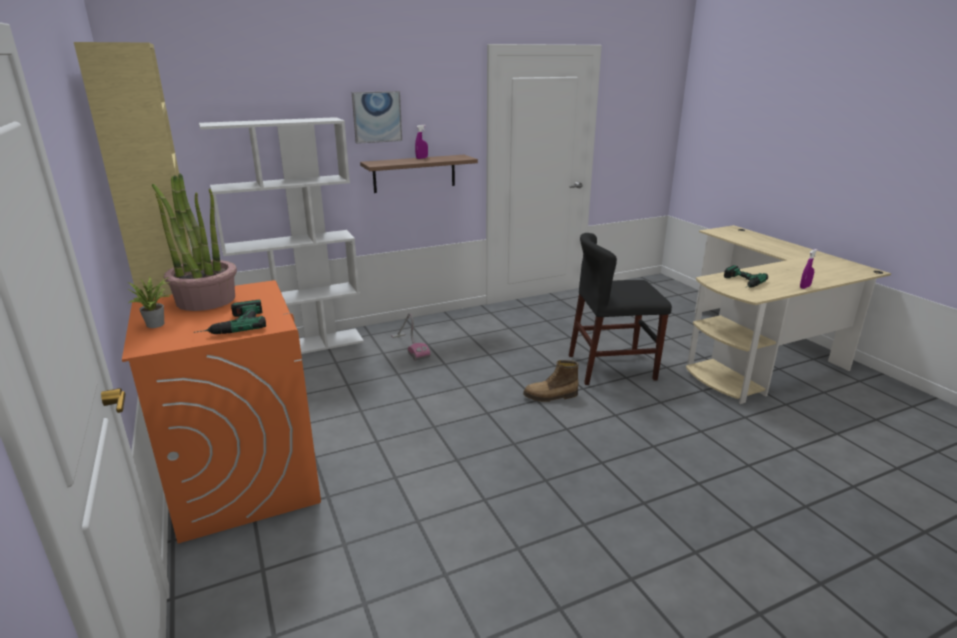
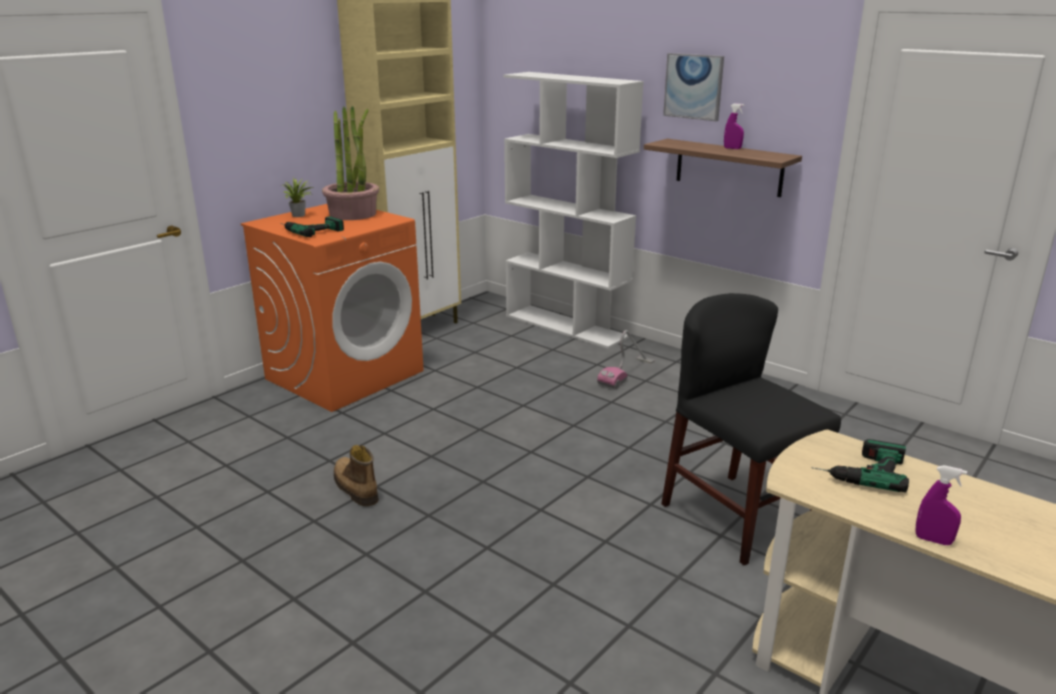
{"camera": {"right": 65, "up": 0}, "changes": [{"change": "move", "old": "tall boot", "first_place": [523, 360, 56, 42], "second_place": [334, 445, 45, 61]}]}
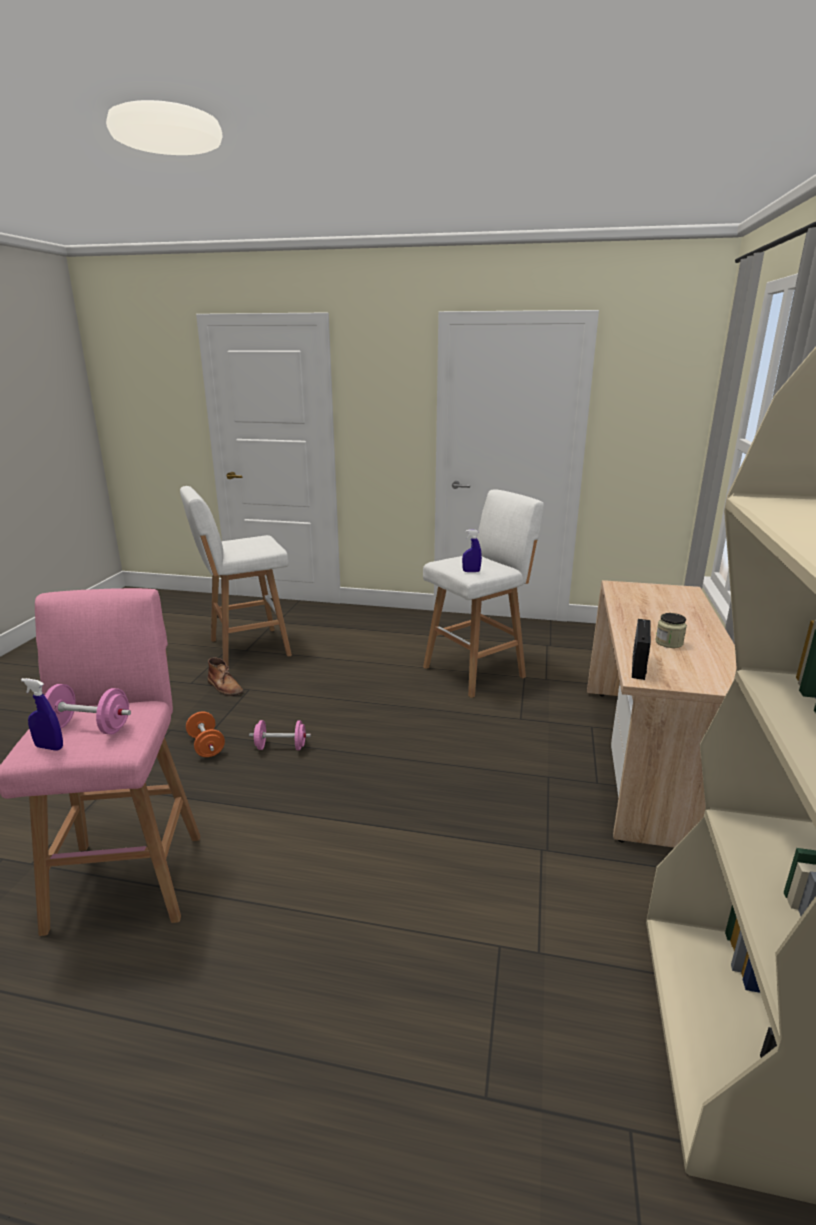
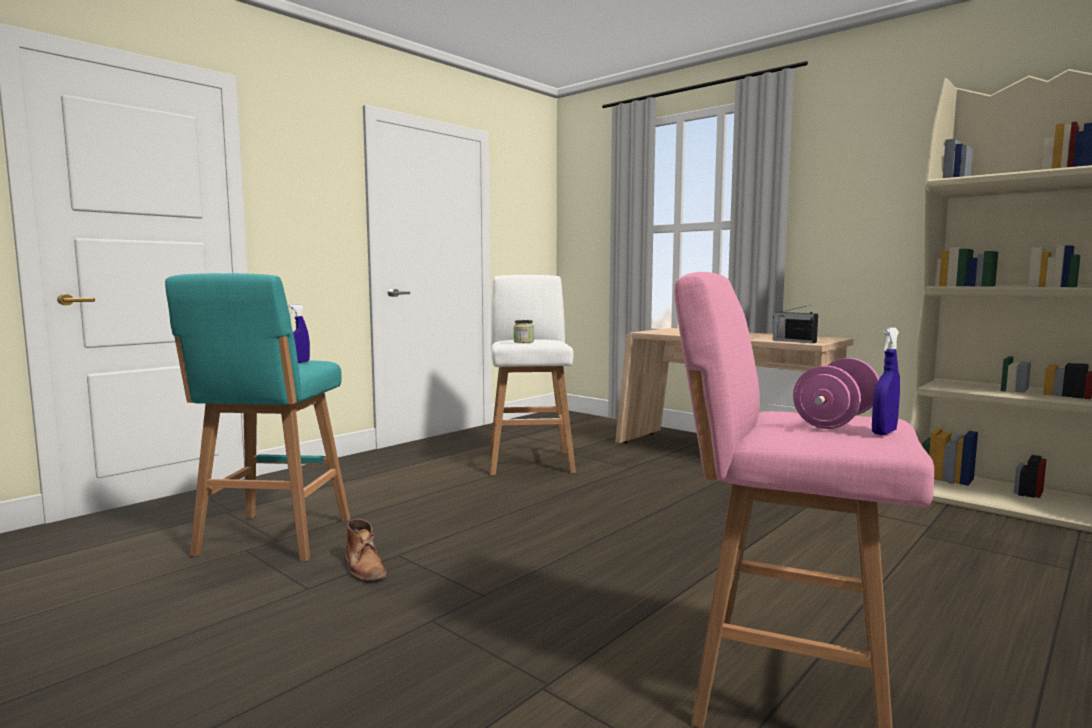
{"camera": {"right": -60, "up": -15}, "changes": [{"change": "recolor", "old": "stool/white-coloured", "new": "stool/blue-green", "first_place": [180, 486, 112, 180], "second_place": [165, 273, 185, 288]}, {"change": "delete", "old": "free weight/orange-coloured", "first_place": [186, 712, 39, 45]}, {"change": "rotate", "old": "tall boot/brown", "first_place": [207, 657, 36, 39], "second_place": [344, 519, 43, 63], "degrees": 75}, {"change": "delete", "old": "free weight/pink-coloured", "first_place": [249, 720, 62, 30]}, {"change": "move", "old": "sprayer/blue", "first_place": [462, 530, 20, 42], "second_place": [288, 305, 22, 58]}, {"change": "move", "old": "jar", "first_place": [655, 613, 32, 35], "second_place": [514, 320, 20, 23]}]}
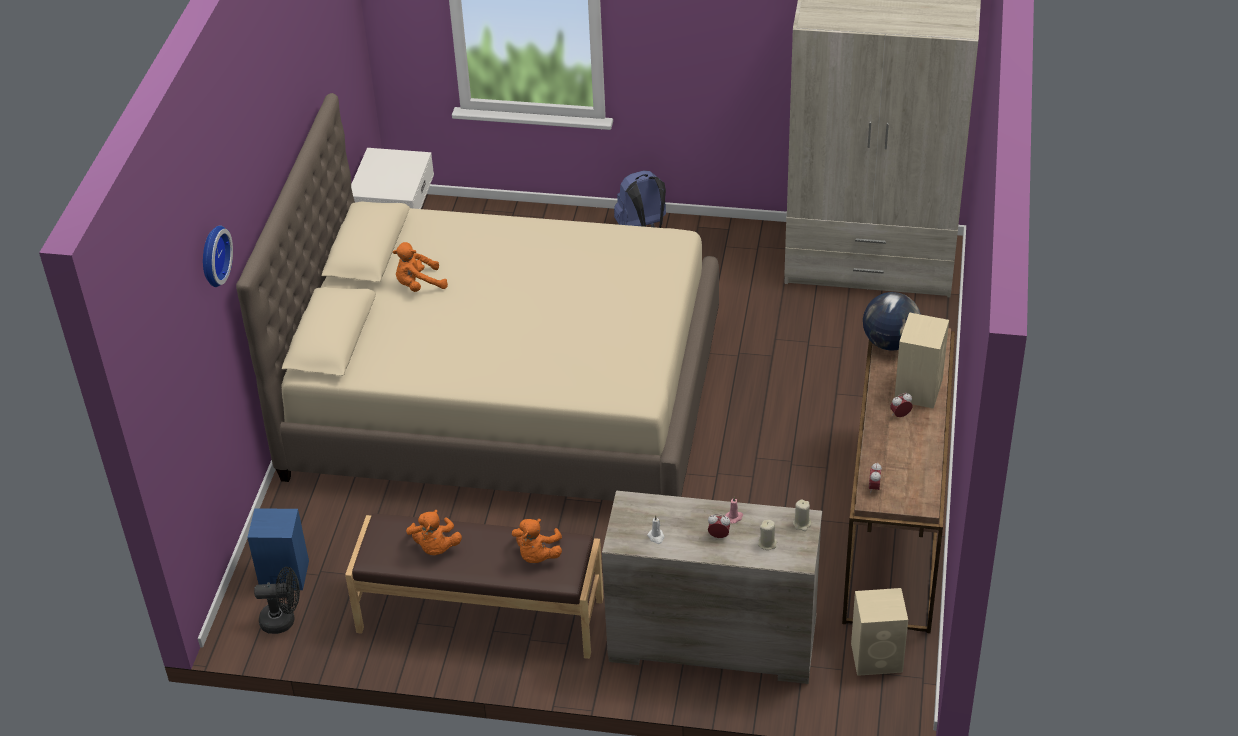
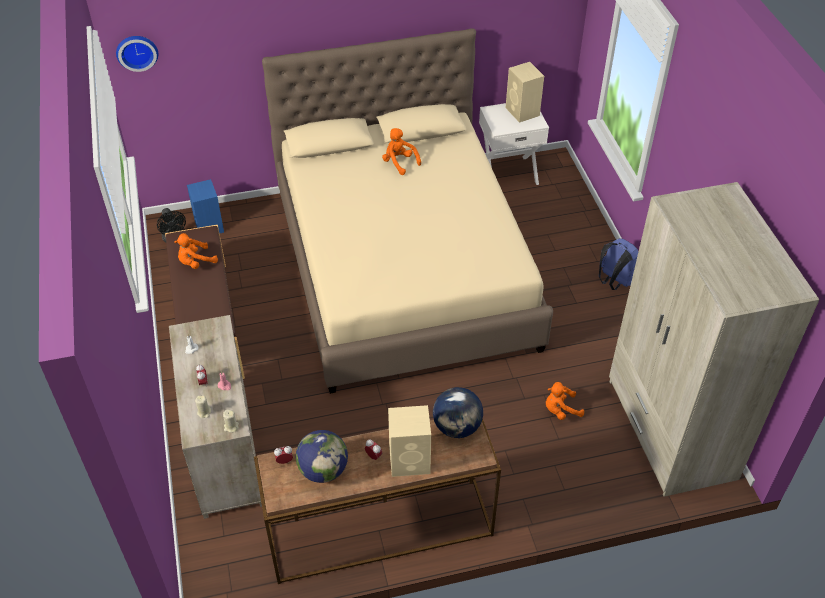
{"camera": {"right": 65, "up": 5}, "changes": [{"change": "move", "old": "clock on the wall", "first_place": [203, 225, 30, 62], "second_place": [116, 36, 42, 36]}, {"change": "move", "old": "cuddly toy/orange-coloured", "first_place": [512, 519, 50, 44], "second_place": [546, 382, 38, 38]}, {"change": "move", "old": "loudspeaker/beige", "first_place": [851, 588, 57, 88], "second_place": [506, 62, 38, 61]}, {"change": "insert", "new": "globe", "second_place": [296, 430, 52, 53]}]}
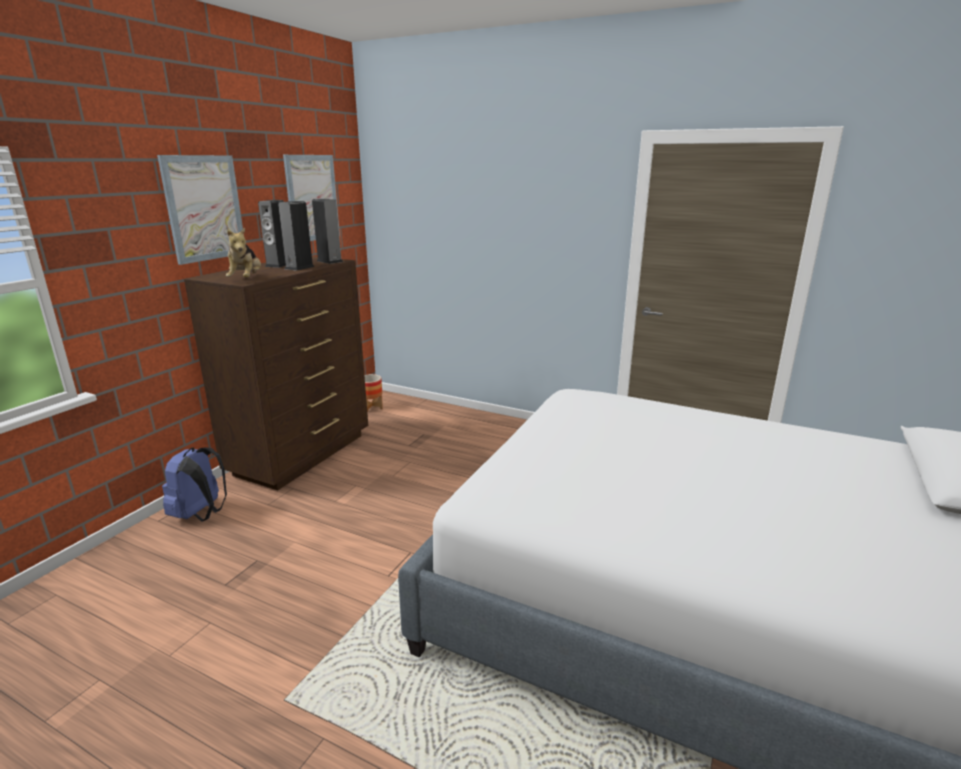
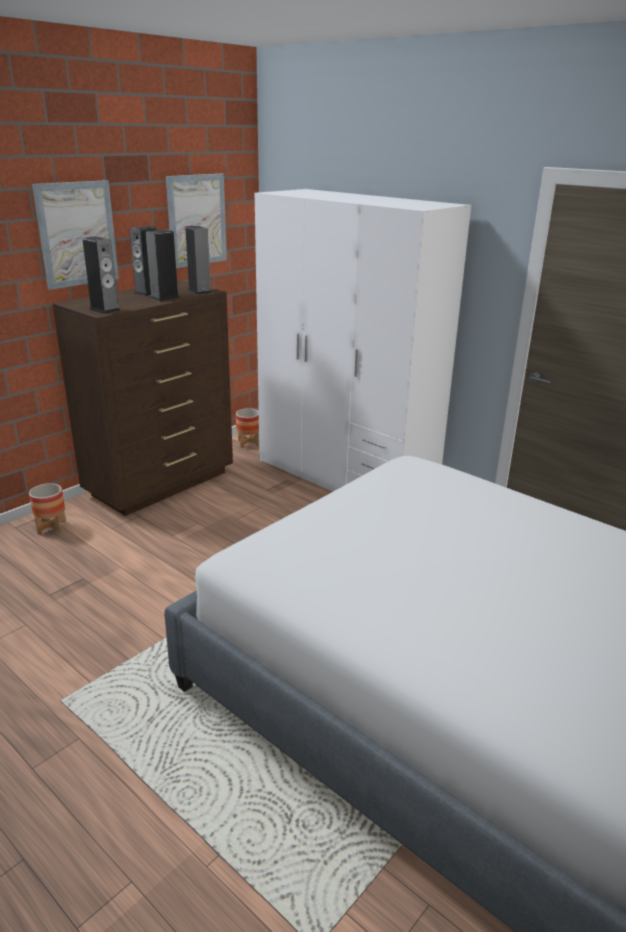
{"camera": {"right": 15, "up": 5}, "changes": [{"change": "replace", "old": "rucksack/blue", "new": "flower pot", "first_place": [162, 447, 65, 74], "second_place": [29, 483, 37, 51]}, {"change": "replace", "old": "cuddly toy", "new": "loudspeaker", "first_place": [226, 228, 35, 49], "second_place": [83, 236, 37, 78]}, {"change": "insert", "new": "wardrobe/white-coloured", "second_place": [255, 189, 216, 303]}]}
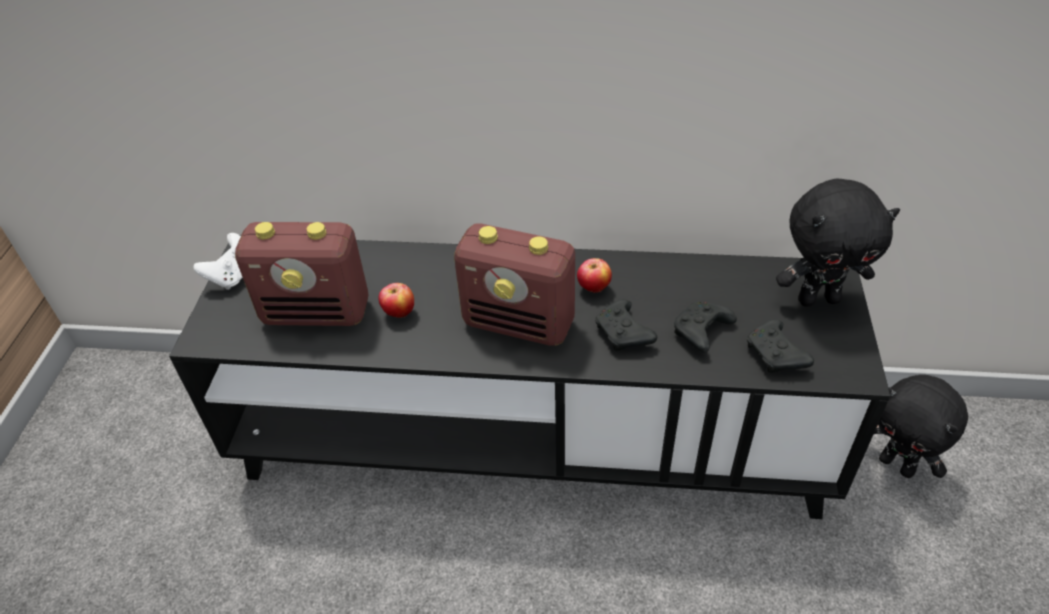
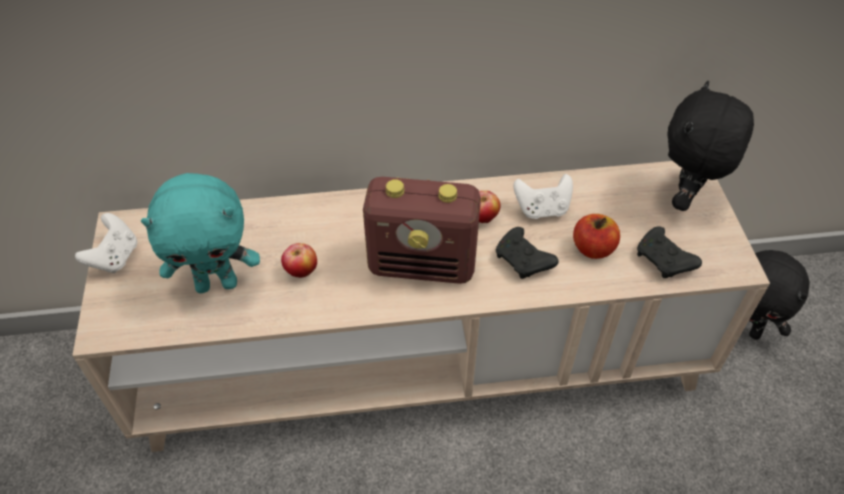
{"camera": {"right": -15, "up": 5}, "changes": [{"change": "recolor", "old": "tv stand/blackish", "new": "tv stand/beige", "first_place": [169, 235, 721, 284], "second_place": [72, 161, 698, 291]}, {"change": "replace", "old": "radio receiver", "new": "cuddly toy/blue-green", "first_place": [235, 222, 133, 104], "second_place": [141, 173, 119, 120]}, {"change": "replace", "old": "gamepad/blackish", "new": "apple", "first_place": [674, 302, 63, 51], "second_place": [573, 214, 47, 45]}, {"change": "rotate", "old": "cuddly toy/blackish", "first_place": [776, 179, 124, 127], "second_place": [668, 81, 86, 130], "degrees": 135}, {"change": "insert", "new": "gamepad/white-coloured", "second_place": [513, 174, 60, 45]}]}
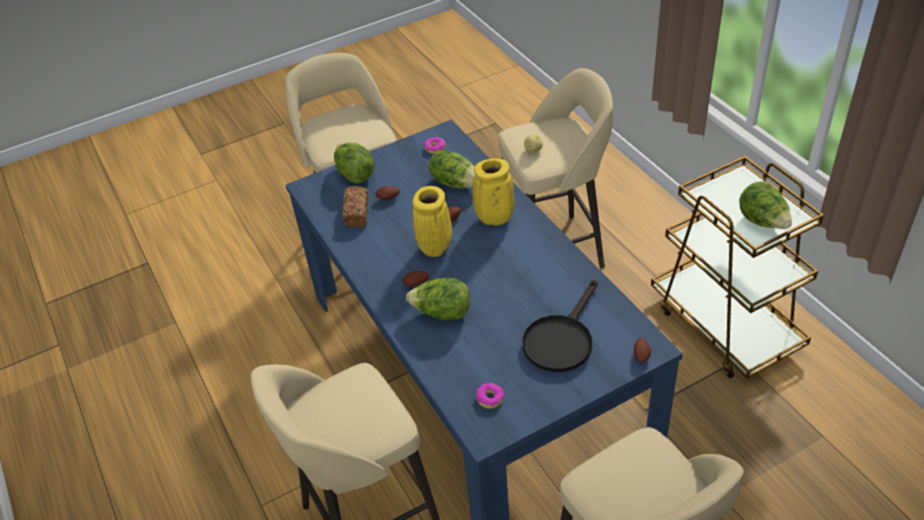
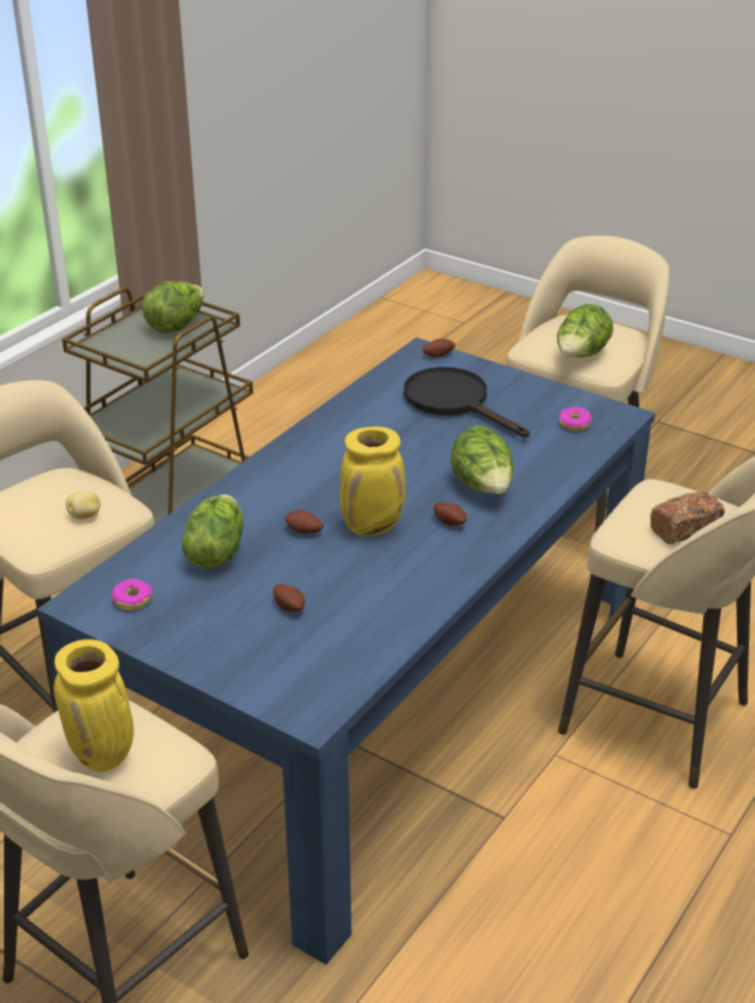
{"camera": {"right": -120, "up": -10}, "changes": [{"change": "move", "old": "head of lettuce", "first_place": [334, 143, 40, 40], "second_place": [557, 304, 56, 53]}, {"change": "move", "old": "bakery bread", "first_place": [342, 186, 26, 41], "second_place": [650, 492, 75, 52]}, {"change": "move", "old": "vase/yellow-coloured", "first_place": [472, 158, 43, 67], "second_place": [54, 639, 80, 133]}, {"change": "rotate", "old": "frying pan/blackish", "first_place": [522, 279, 76, 93], "second_place": [404, 367, 126, 71], "degrees": -135}]}
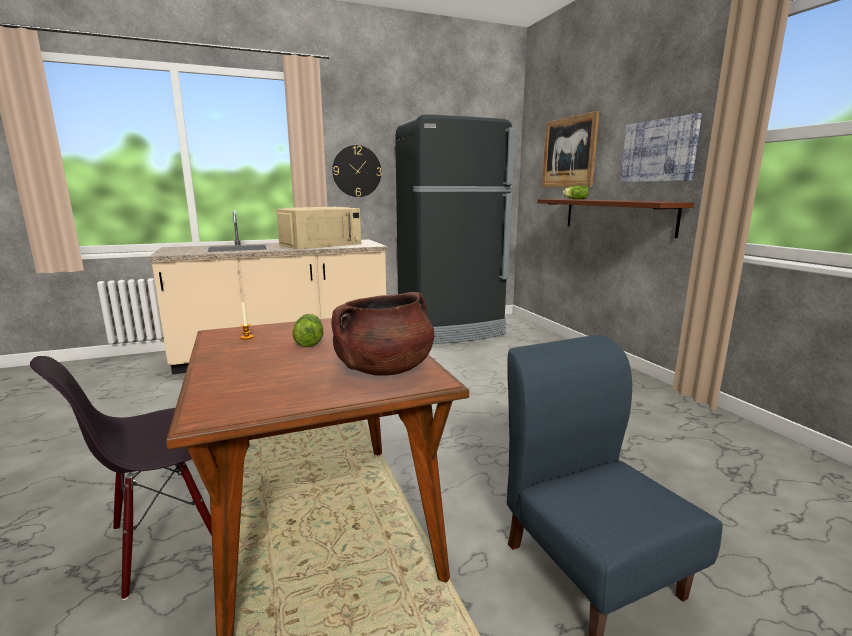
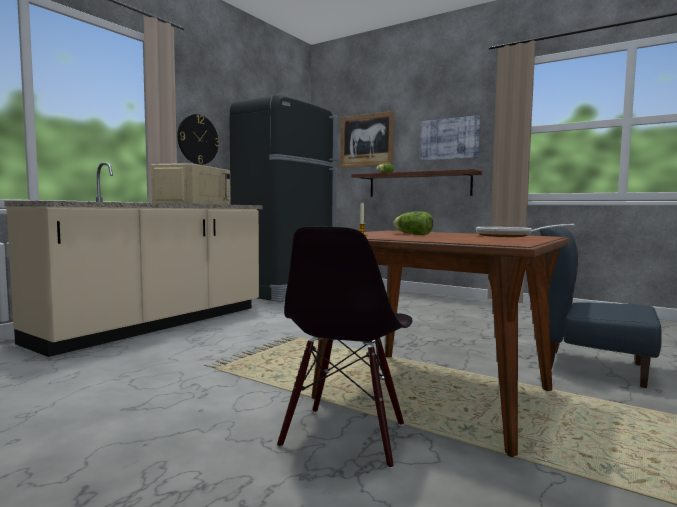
{"camera": {"right": -35, "up": -10}, "changes": [{"change": "replace", "old": "saucepot/brown", "new": "frying pan", "first_place": [331, 292, 103, 84], "second_place": [476, 224, 98, 13]}]}
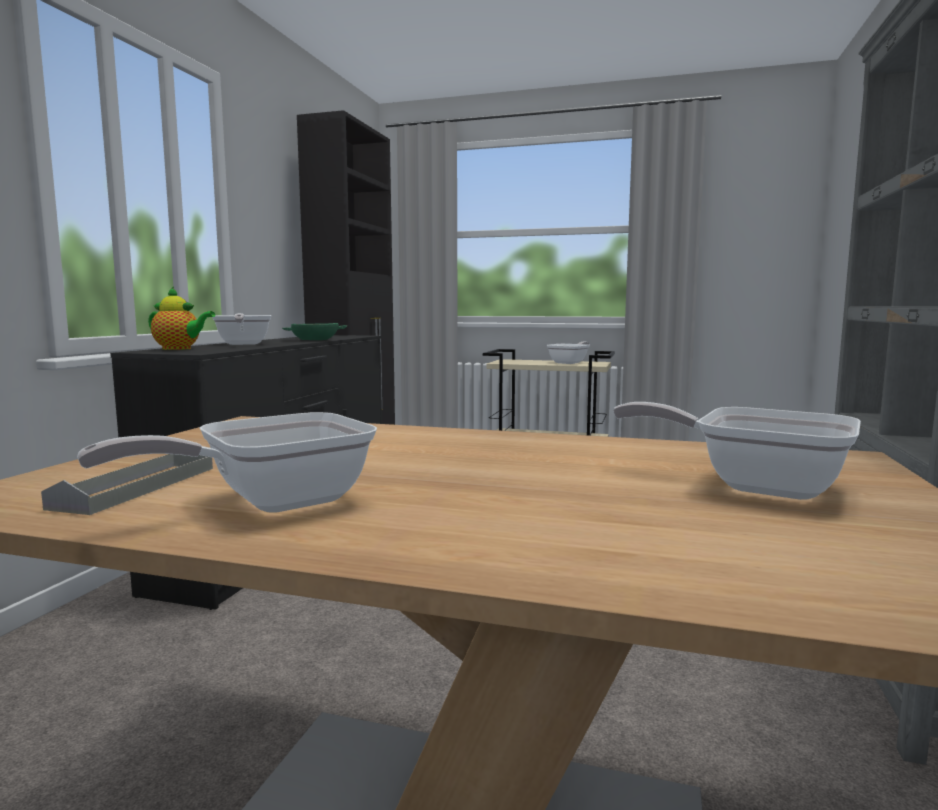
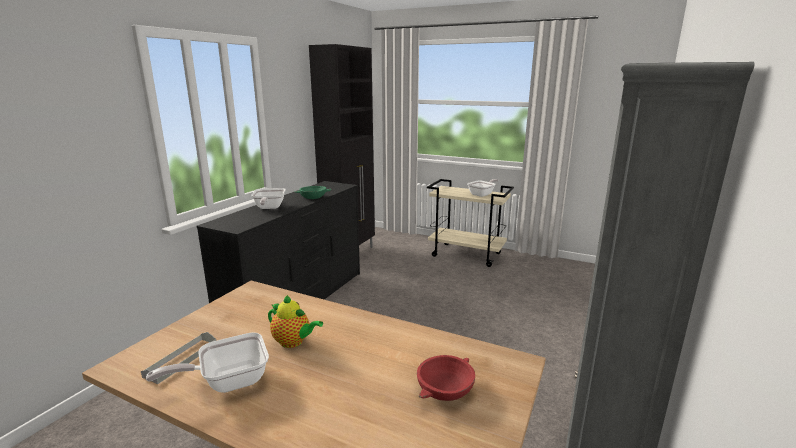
{"camera": {"right": 10, "up": 10}, "changes": [{"change": "move", "old": "tea pot", "first_place": [148, 286, 67, 64], "second_place": [268, 295, 55, 53]}, {"change": "replace", "old": "frying pan", "new": "deep dish/red", "first_place": [613, 402, 248, 98], "second_place": [417, 355, 58, 46]}]}
